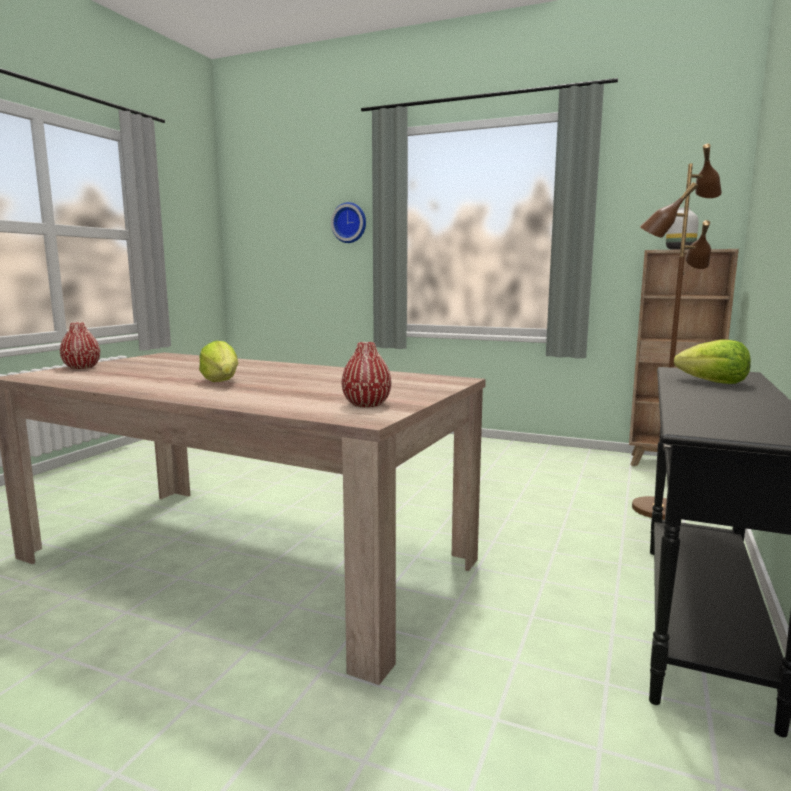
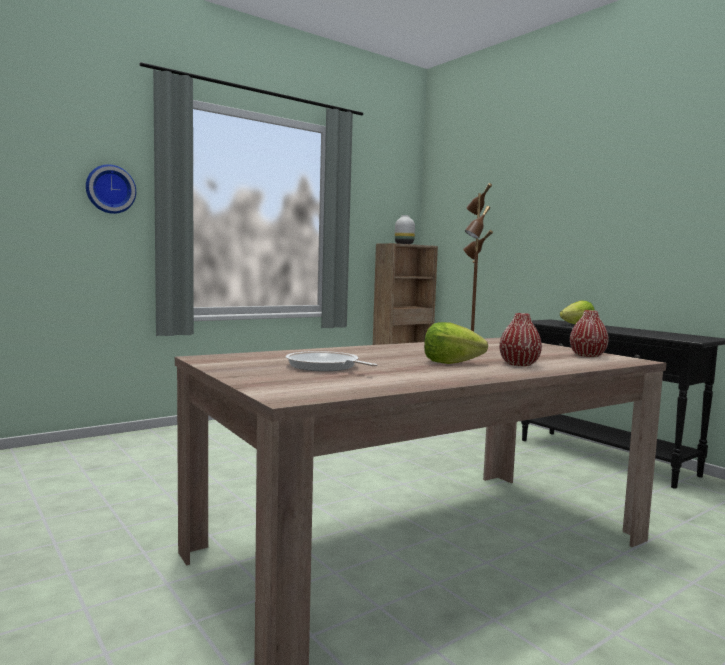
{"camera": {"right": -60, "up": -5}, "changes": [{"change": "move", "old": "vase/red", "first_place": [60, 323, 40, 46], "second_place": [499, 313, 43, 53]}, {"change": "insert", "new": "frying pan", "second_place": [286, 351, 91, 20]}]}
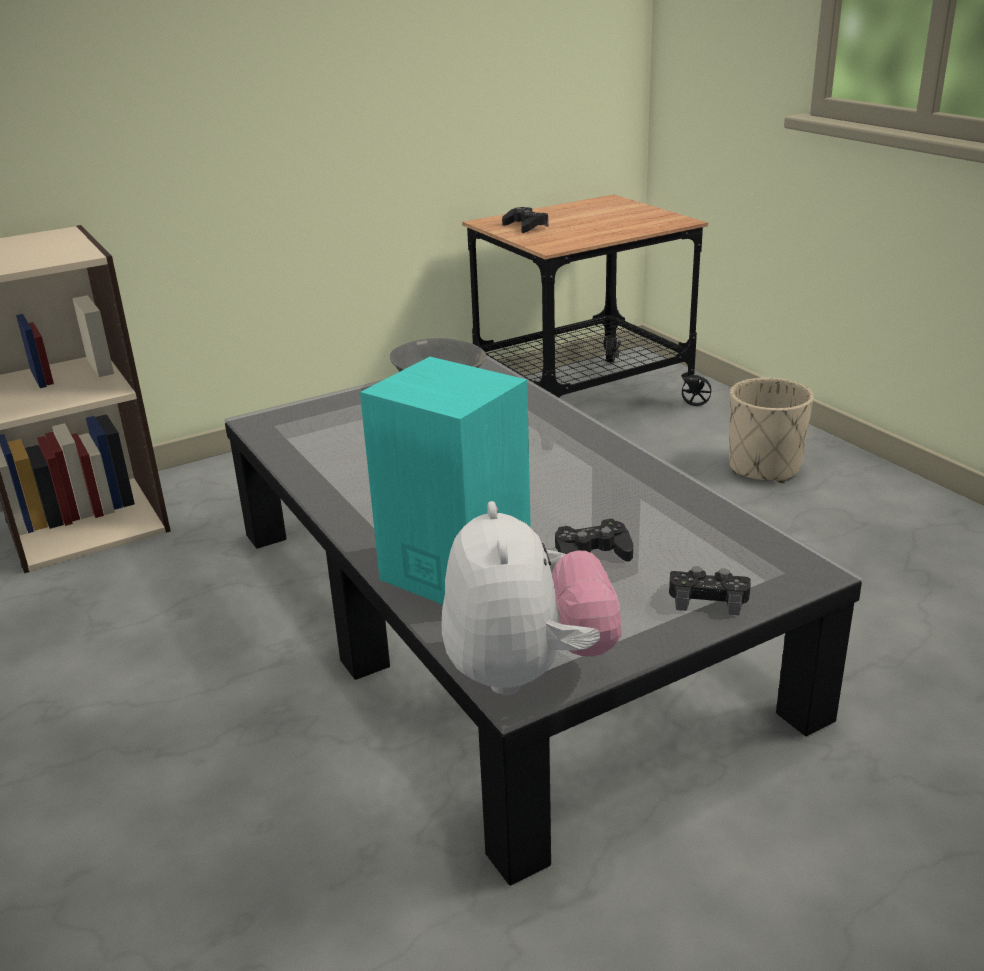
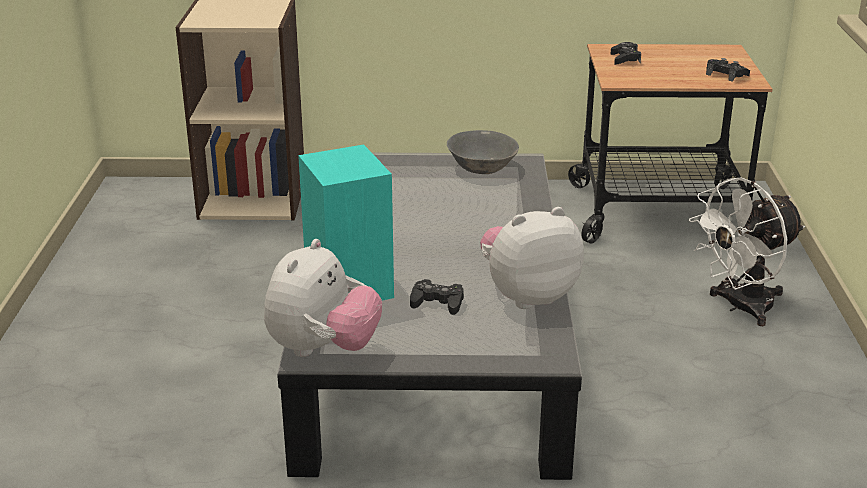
{"camera": {"right": 30, "up": 0}, "changes": [{"change": "move", "old": "gamepad/blackish", "first_place": [669, 566, 82, 49], "second_place": [706, 58, 44, 24]}, {"change": "replace", "old": "flower pot/beige", "new": "cooling fan/white-coloured", "first_place": [729, 378, 85, 105], "second_place": [689, 177, 116, 149]}, {"change": "insert", "new": "cuddly toy", "second_place": [480, 207, 104, 102]}]}
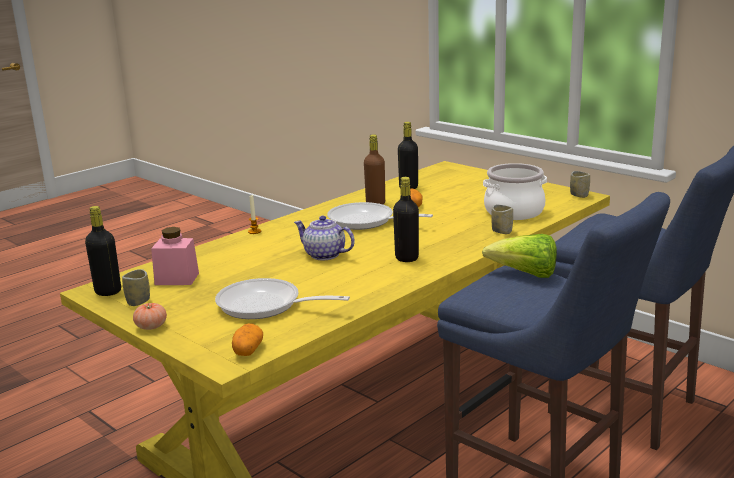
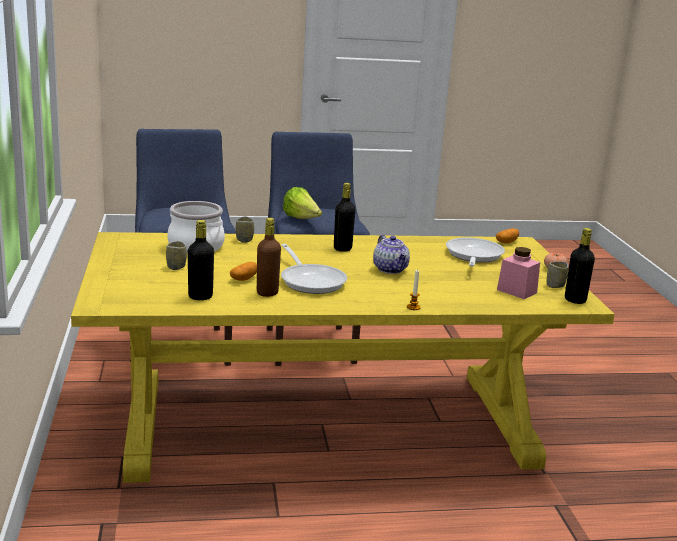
{"camera": {"right": -145, "up": 0}, "changes": [{"change": "rotate", "old": "frying pan", "first_place": [215, 278, 135, 41], "second_place": [446, 237, 59, 29], "degrees": -135}, {"change": "move", "old": "drinking cup", "first_place": [570, 171, 20, 27], "second_place": [166, 241, 21, 29]}]}
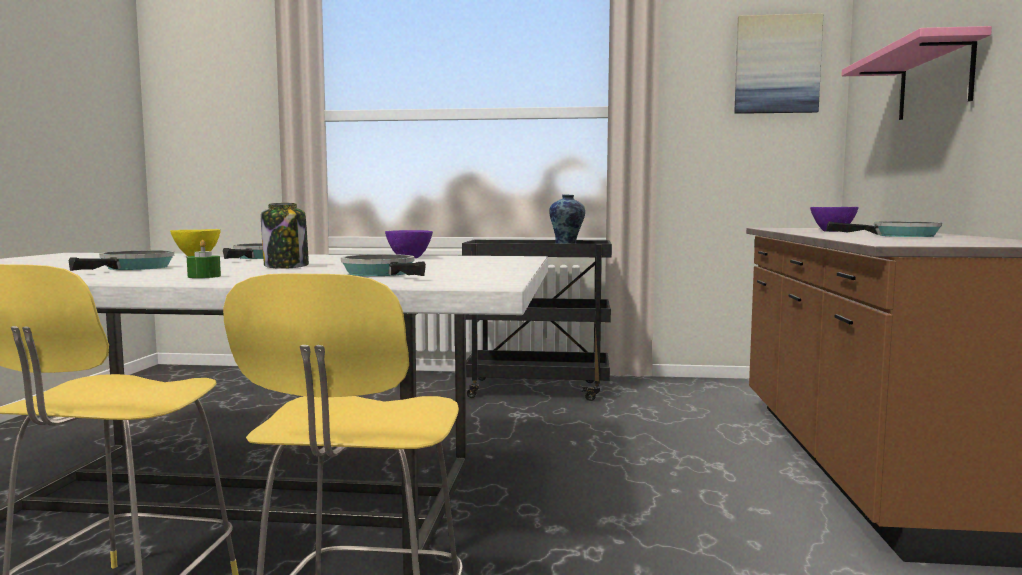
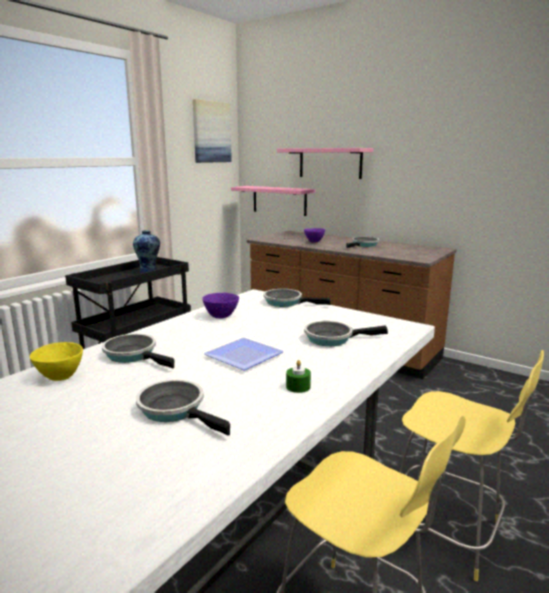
{"camera": {"right": -60, "up": 10}, "changes": [{"change": "replace", "old": "jar", "new": "dinner plate", "first_place": [261, 203, 48, 66], "second_place": [204, 338, 80, 32]}, {"change": "insert", "new": "bracket shelf/pink-coloured", "second_place": [231, 186, 85, 30]}, {"change": "insert", "new": "frying pan", "second_place": [263, 289, 68, 18]}]}
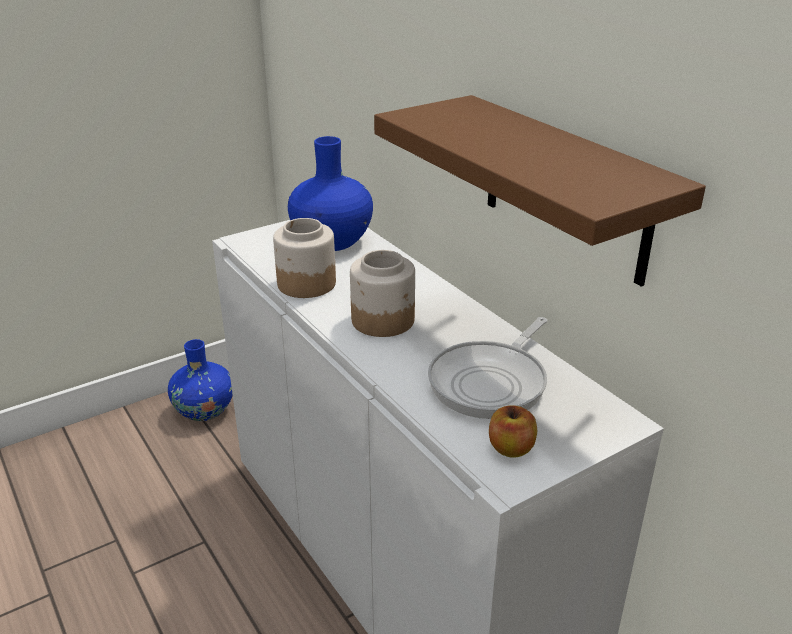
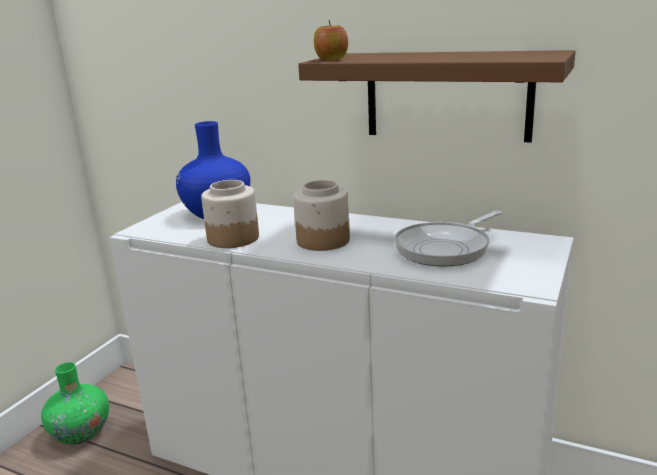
{"camera": {"right": -30, "up": -10}, "changes": [{"change": "recolor", "old": "vase/blue", "new": "vase/green", "first_place": [168, 339, 65, 82], "second_place": [41, 362, 68, 83]}, {"change": "rotate", "old": "frying pan", "first_place": [428, 317, 119, 102], "second_place": [394, 211, 108, 56], "degrees": 45}, {"change": "move", "old": "apple", "first_place": [489, 405, 48, 52], "second_place": [314, 20, 34, 40]}]}
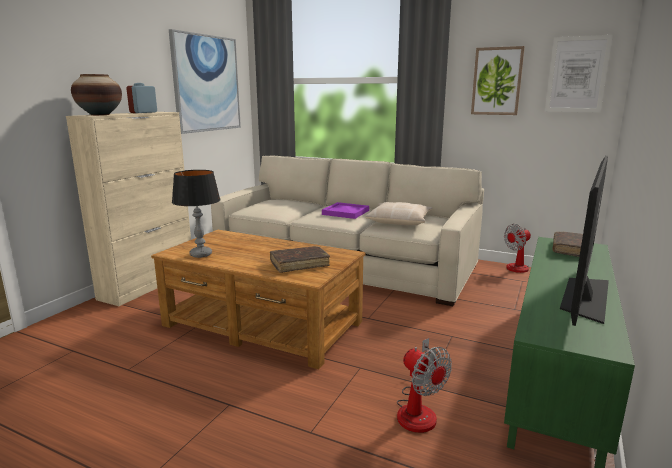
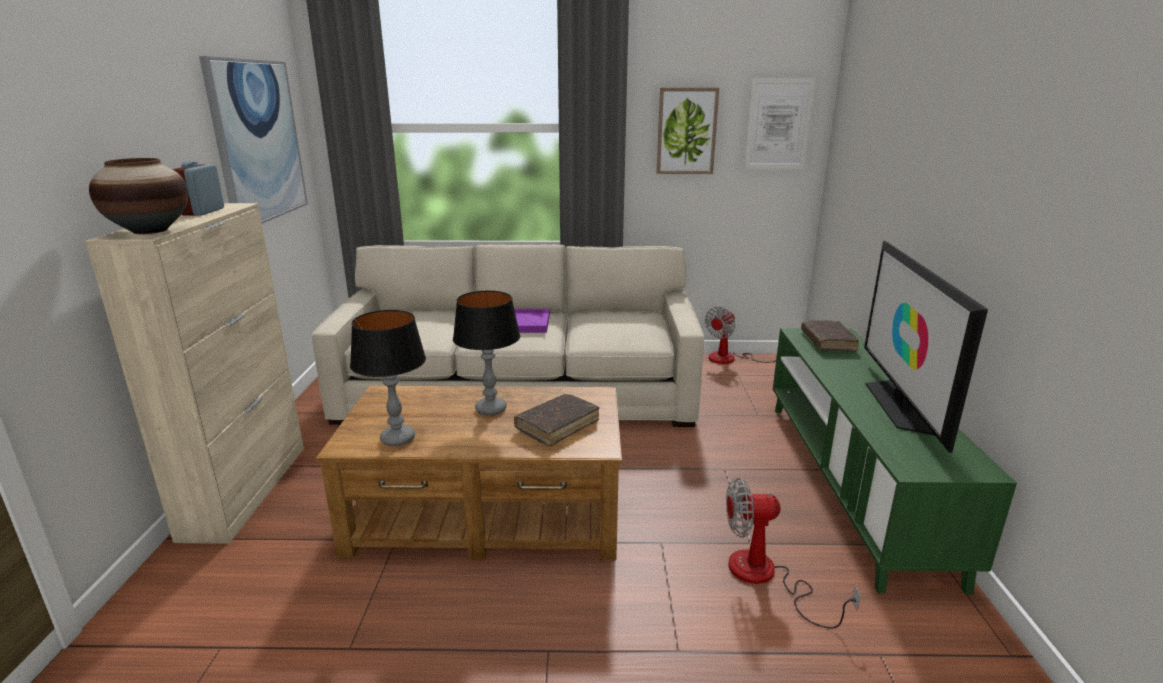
{"camera": {"right": -25, "up": 5}, "changes": [{"change": "delete", "old": "pillow/beige", "first_place": [365, 202, 67, 23]}, {"change": "rotate", "old": "cooling fan", "first_place": [397, 338, 55, 95], "second_place": [726, 478, 135, 151], "degrees": 150}, {"change": "insert", "new": "lamp for a table", "second_place": [453, 291, 67, 125]}]}
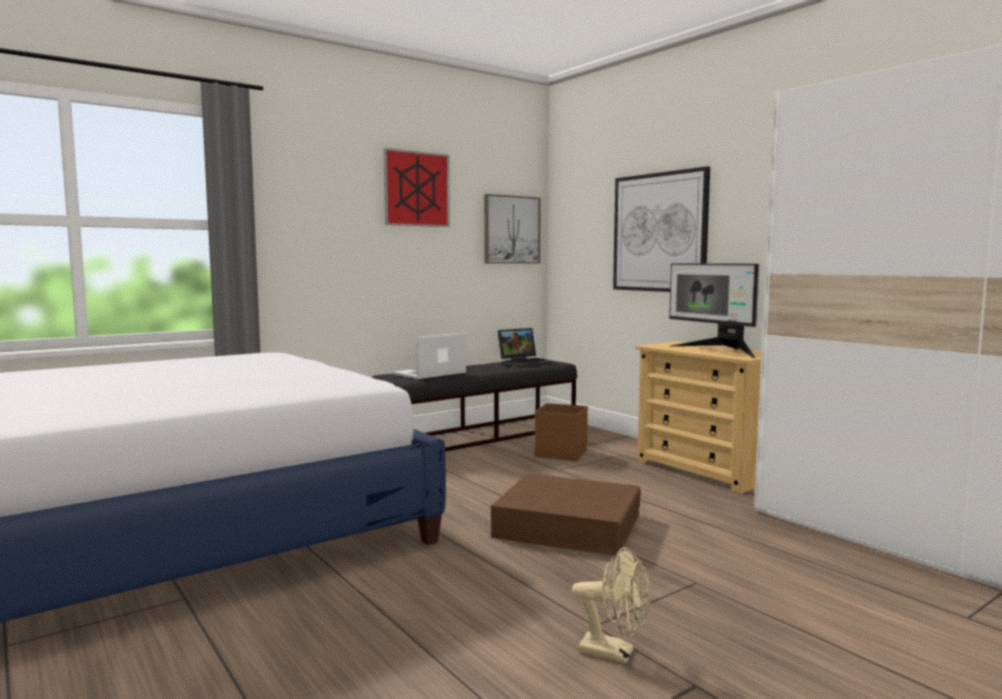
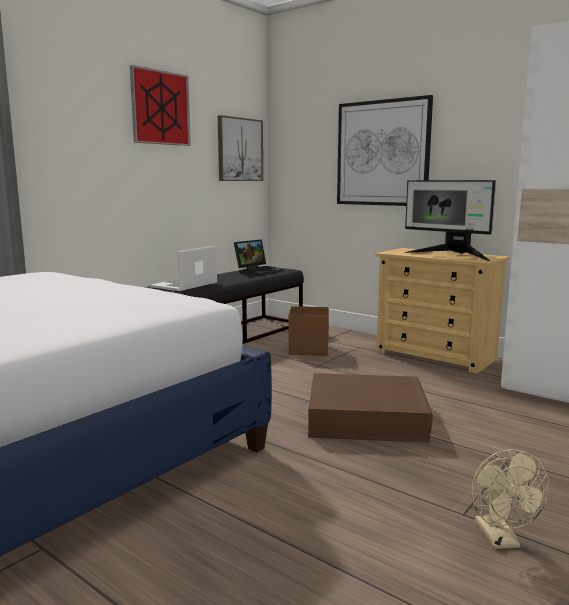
{"camera": {"right": -15, "up": 5}, "changes": [{"change": "rotate", "old": "cooling fan/beige", "first_place": [572, 547, 78, 116], "second_place": [471, 449, 78, 100], "degrees": 75}]}
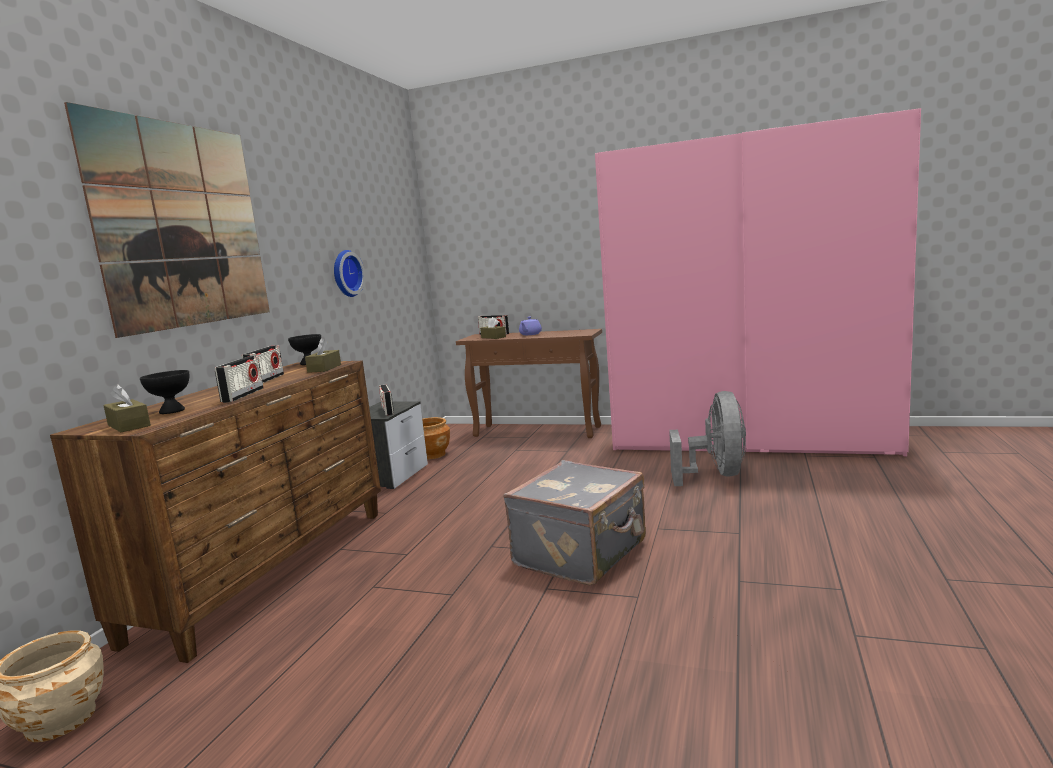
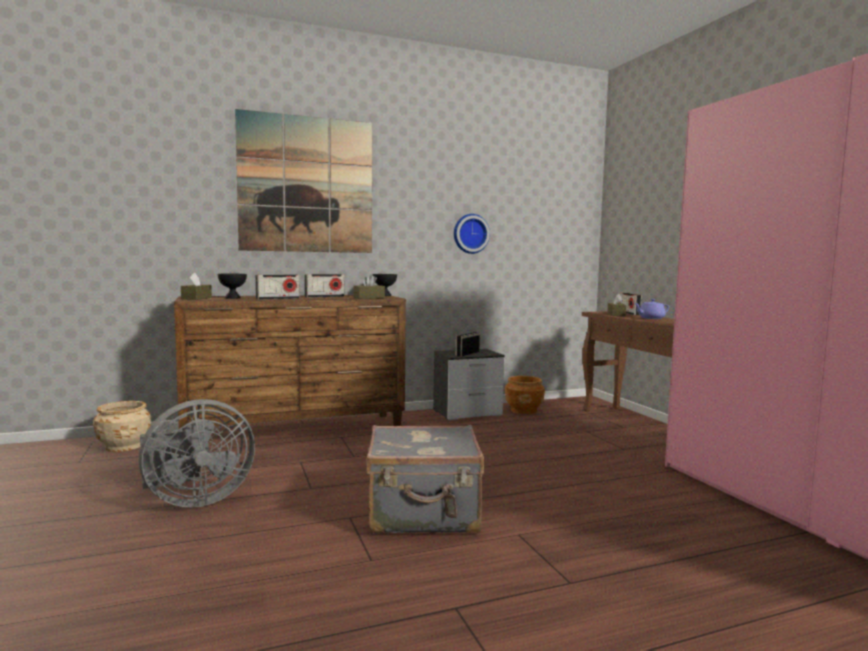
{"camera": {"right": 50, "up": -5}, "changes": [{"change": "move", "old": "cooling fan/grey", "first_place": [669, 391, 77, 95], "second_place": [139, 399, 116, 108]}]}
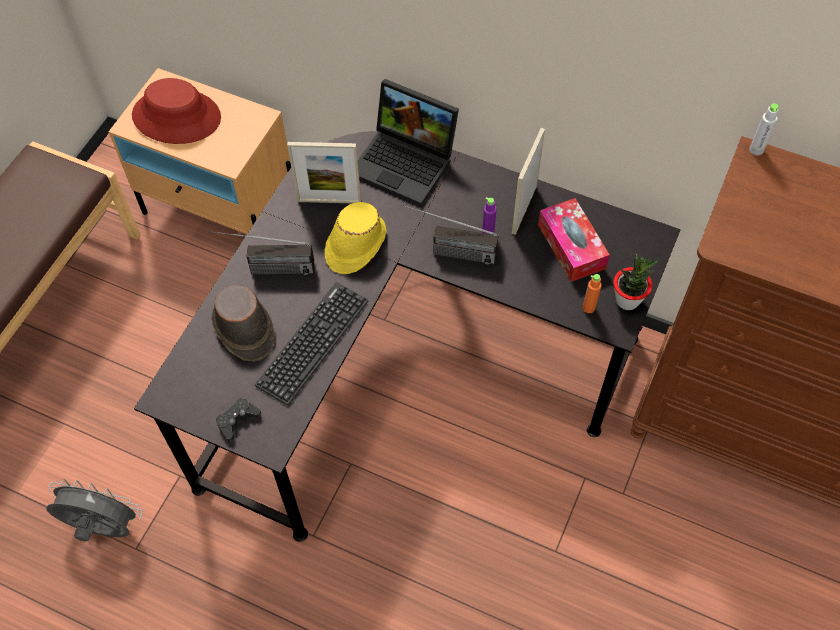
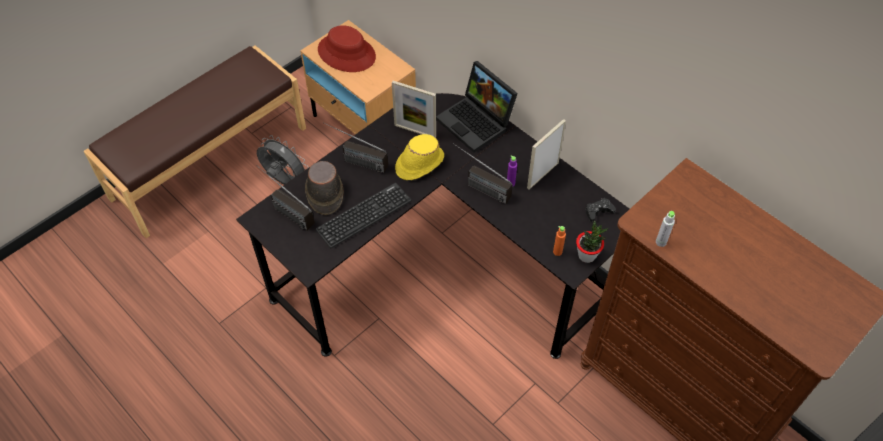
{"camera": {"right": 20, "up": -5}, "changes": [{"change": "move", "old": "cooling fan/grey", "first_place": [46, 479, 97, 62], "second_place": [257, 135, 52, 50]}, {"change": "move", "old": "gamepad/blackish", "first_place": [216, 398, 45, 44], "second_place": [586, 198, 30, 24]}, {"change": "delete", "old": "tissue holder", "first_place": [538, 198, 72, 84]}, {"change": "move", "old": "drink bottle/grey", "first_place": [749, 103, 29, 53], "second_place": [656, 211, 19, 36]}, {"change": "insert", "new": "radio receiver", "second_place": [256, 165, 59, 66]}]}
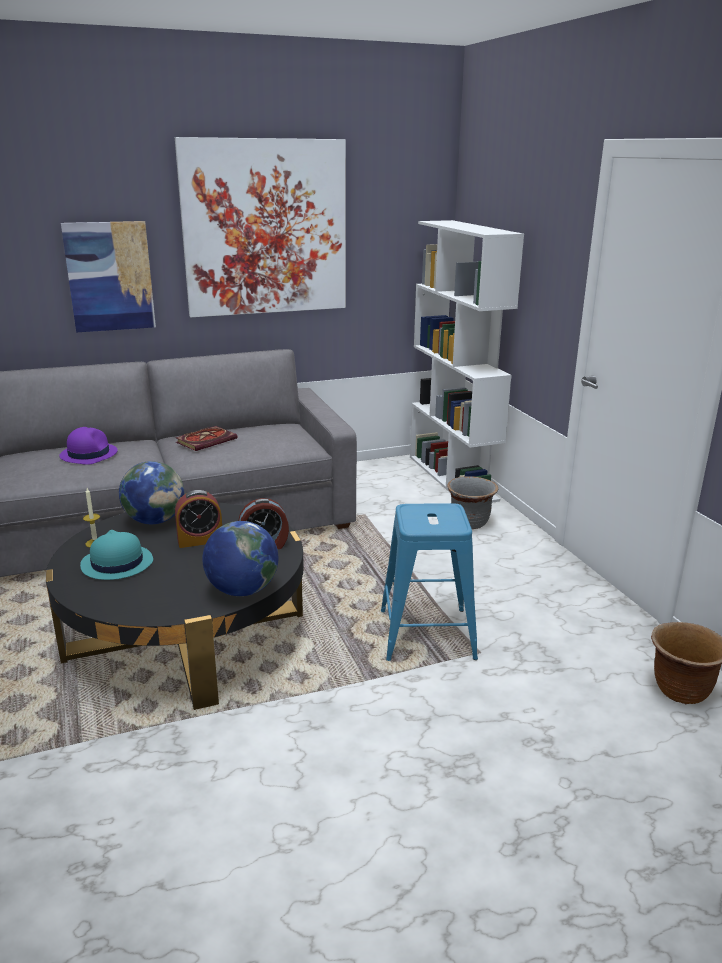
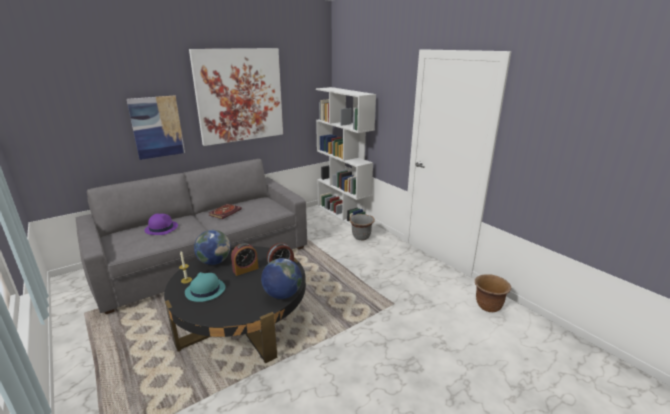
{"camera": {"right": -15, "up": 0}, "changes": [{"change": "delete", "old": "stool/blue", "first_place": [381, 503, 97, 158]}]}
